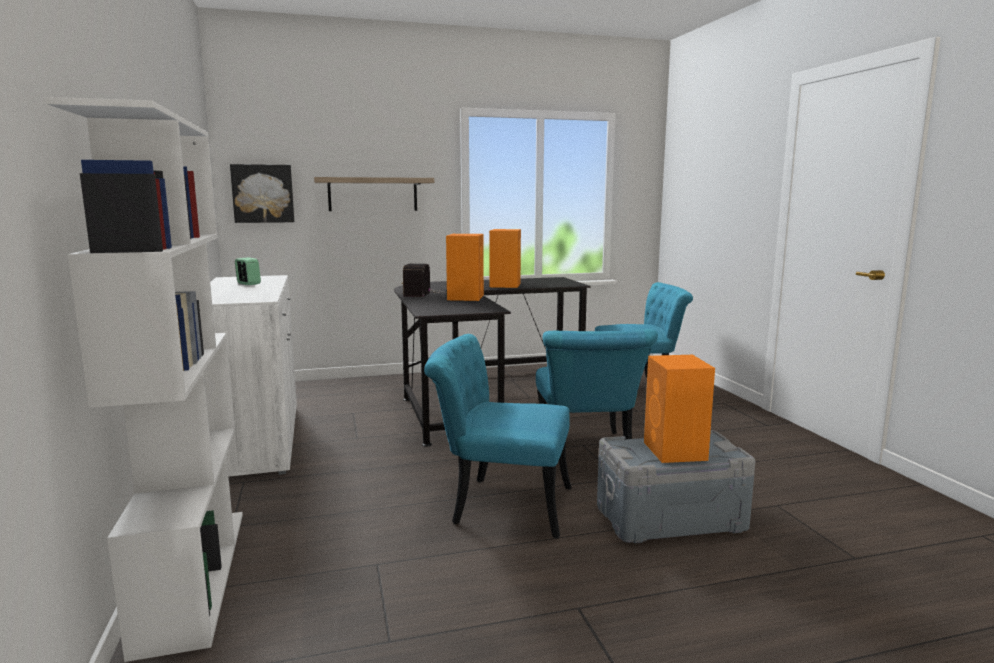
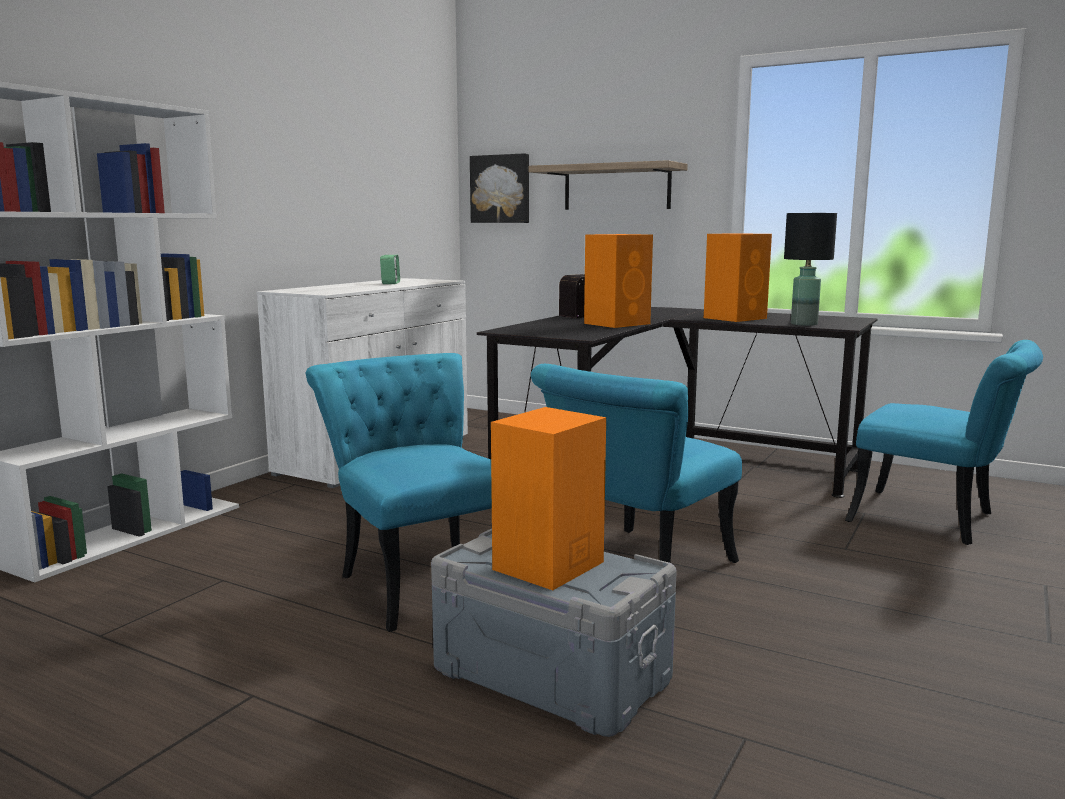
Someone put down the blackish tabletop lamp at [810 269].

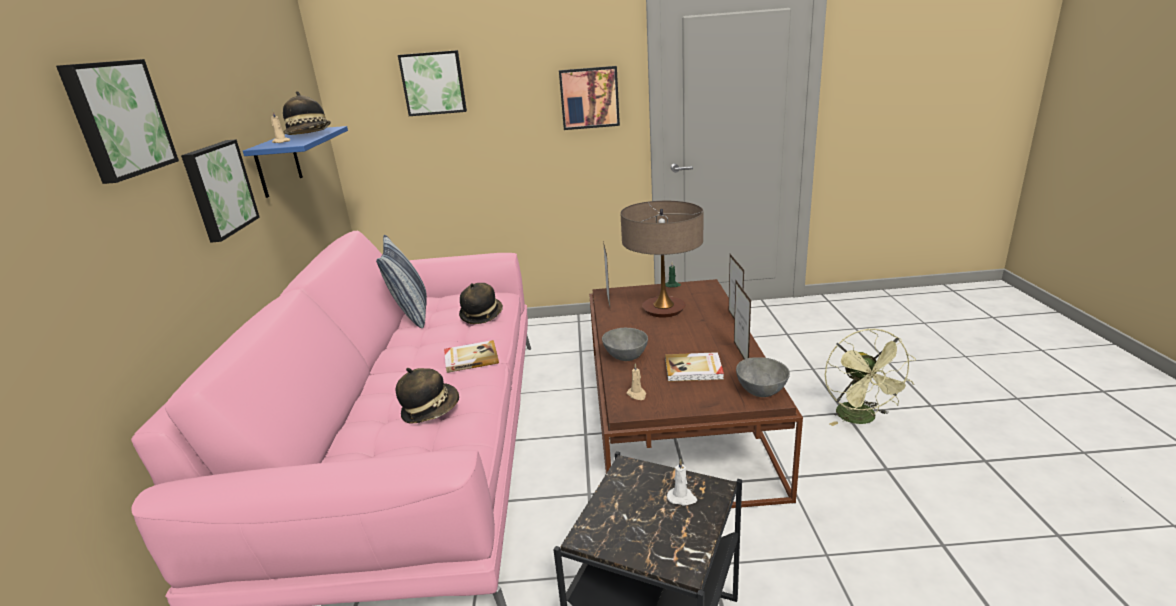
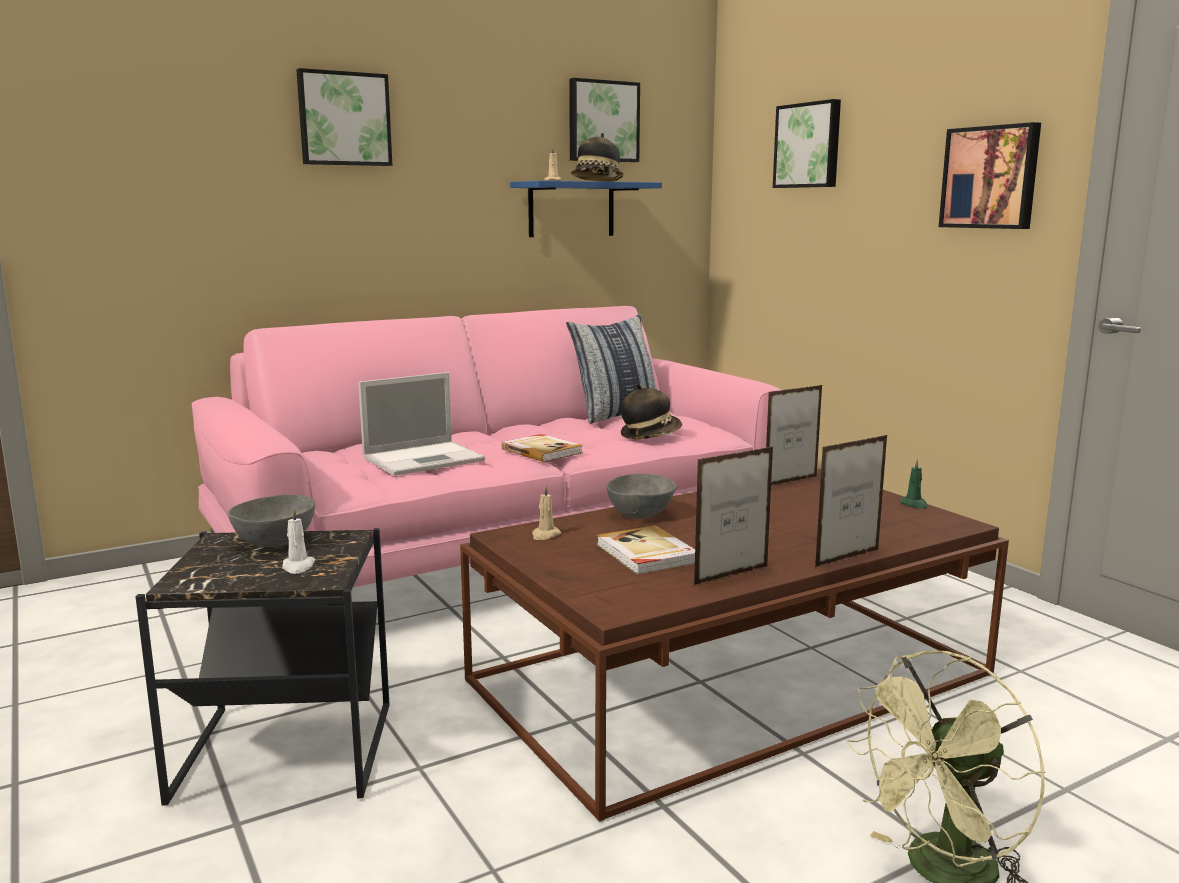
Someone carried the picture from [220 191] to [604 120].
Someone took away the tabletop lamp at [661 259].
Someone carried the greyish serving bowl from [763 377] to [271 520].
Someone swapped the wearable hat at [427 396] for the laptop at [421 424].

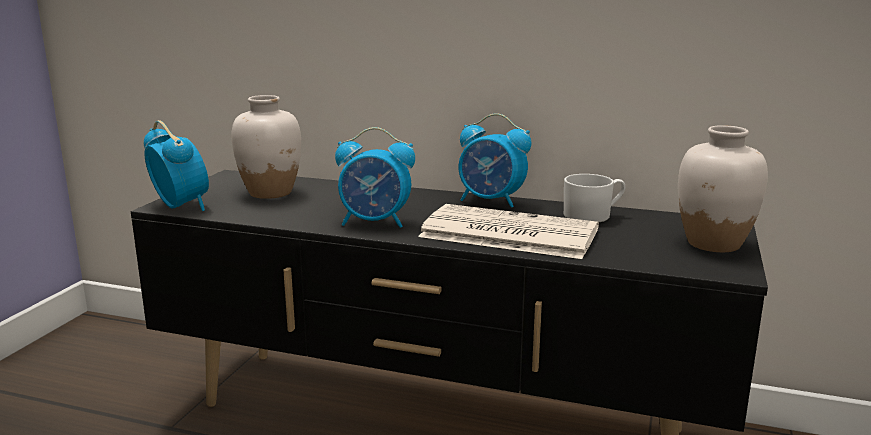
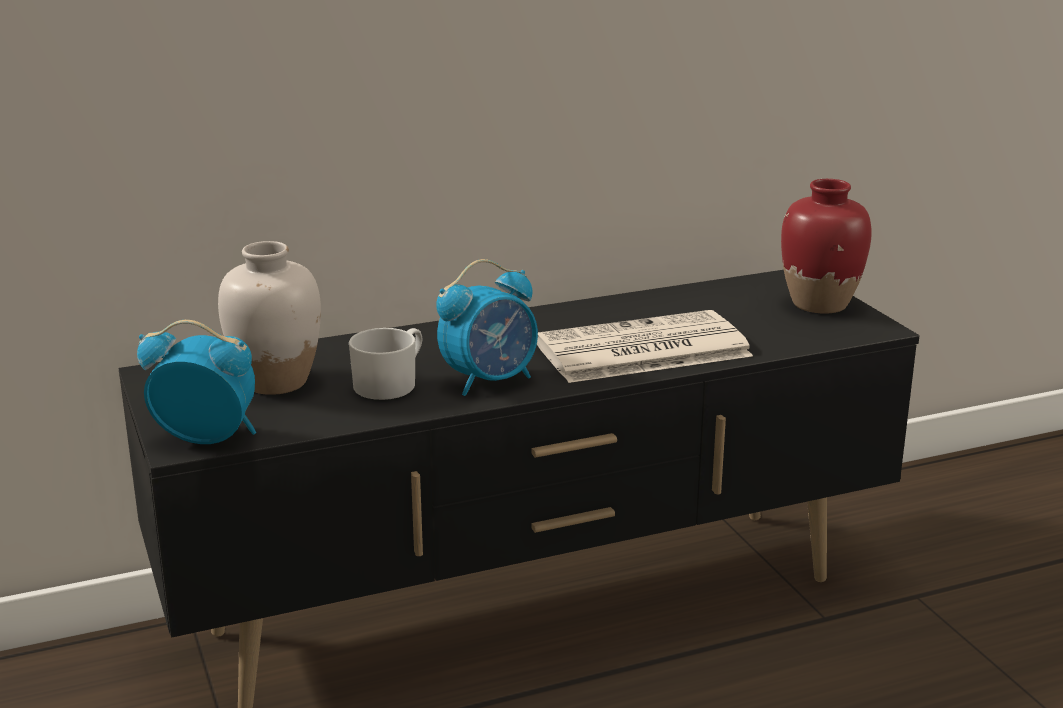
Someone took away the bedside clock at [495 160].
Someone repainted the white-coloured flower vase at [723 188], which became the red flower vase at [826 246].
Someone carried the white-coloured tea mug from [594 198] to [385 364].

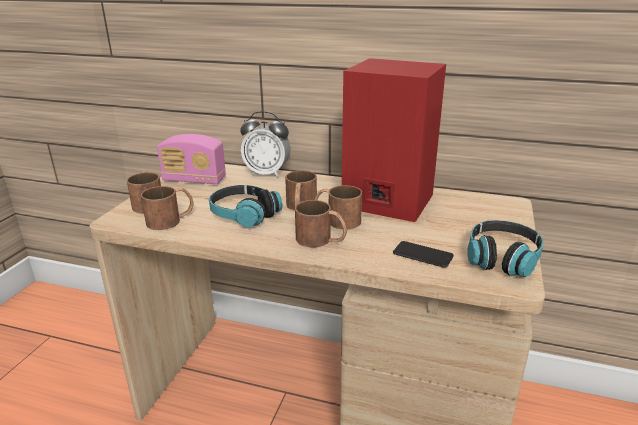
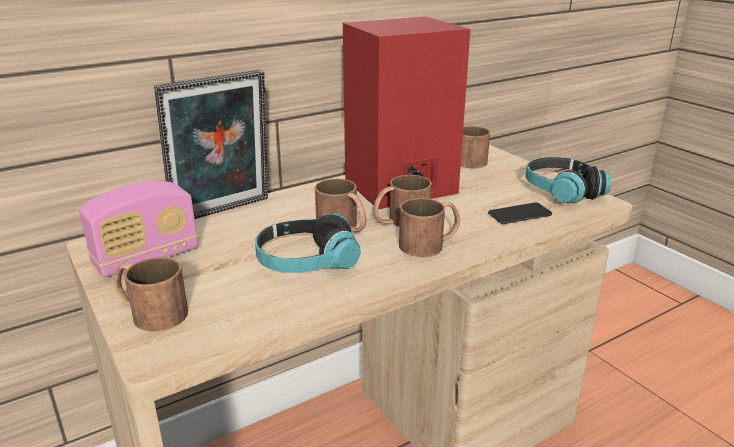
Someone swapped the bedside clock at [265 144] for the standing frame at [211 144].
Someone carried the brownish tea mug from [167 208] to [475 147].

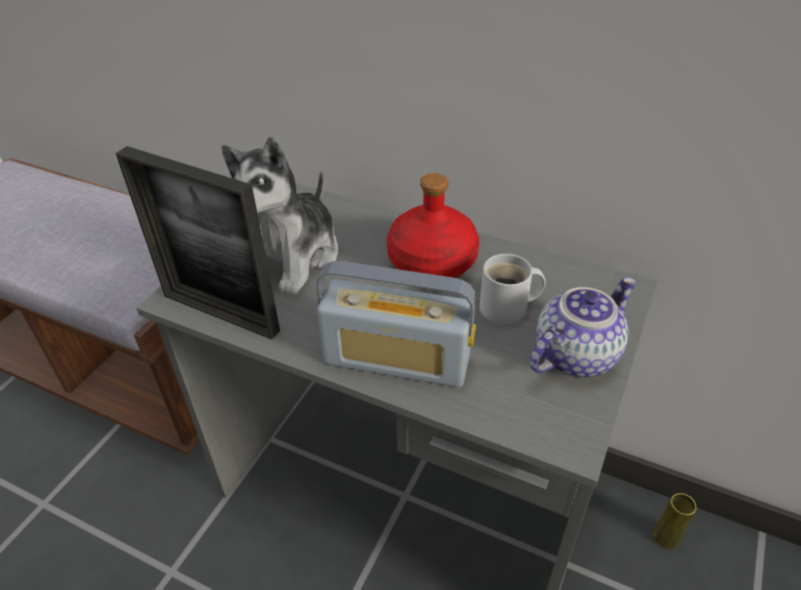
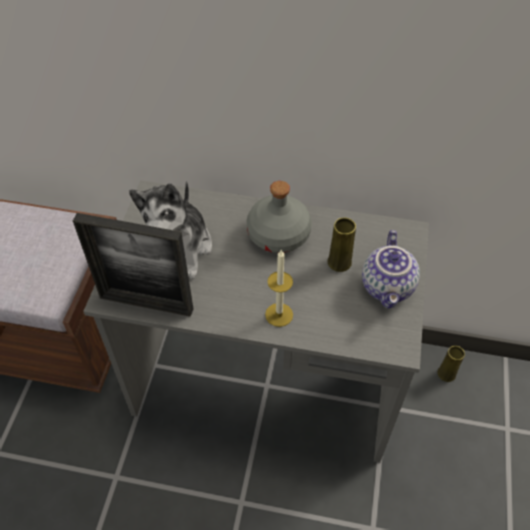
Someone repainted the red drink bottle at [433 225], which became the greyish drink bottle at [279 217].
Someone swapped the white-coloured tea mug at [513 289] for the yellow flower vase at [342 244].
Someone swapped the radio at [396 324] for the candle at [279 288].
Someone rotated the teapot at [583 327] by 150 degrees clockwise.

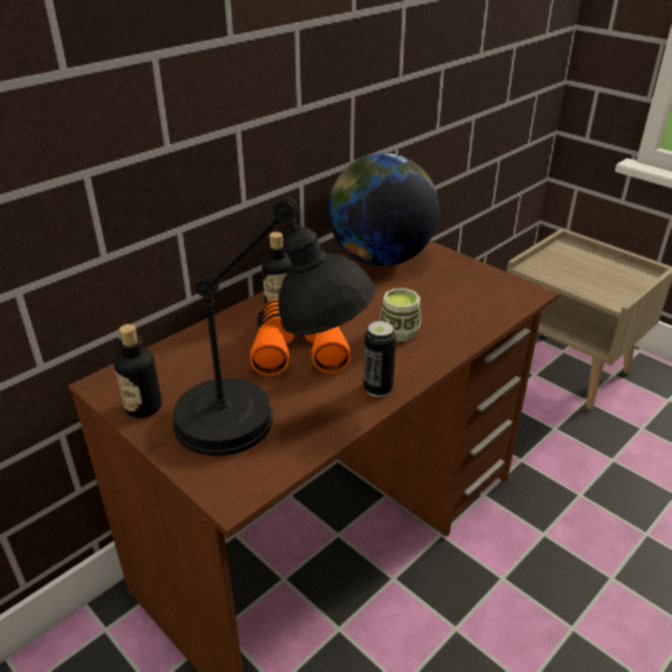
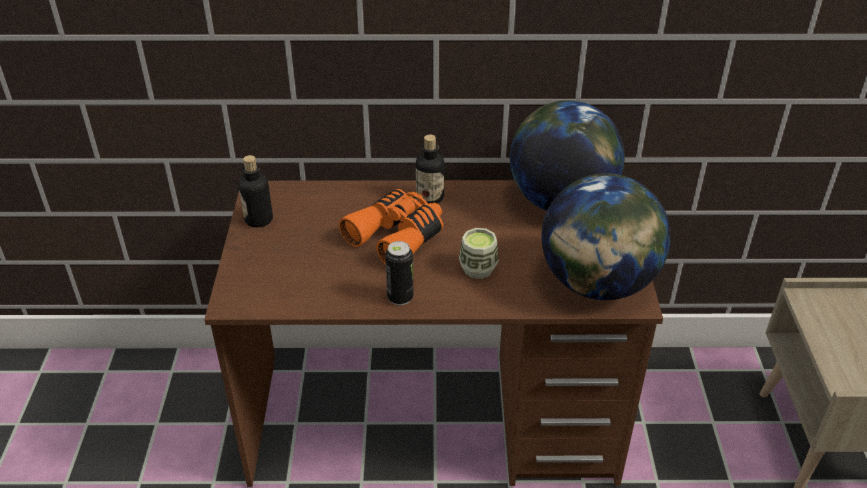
Someone took away the blackish tabletop lamp at [274 326].
Someone put down the desk globe at [606 236].

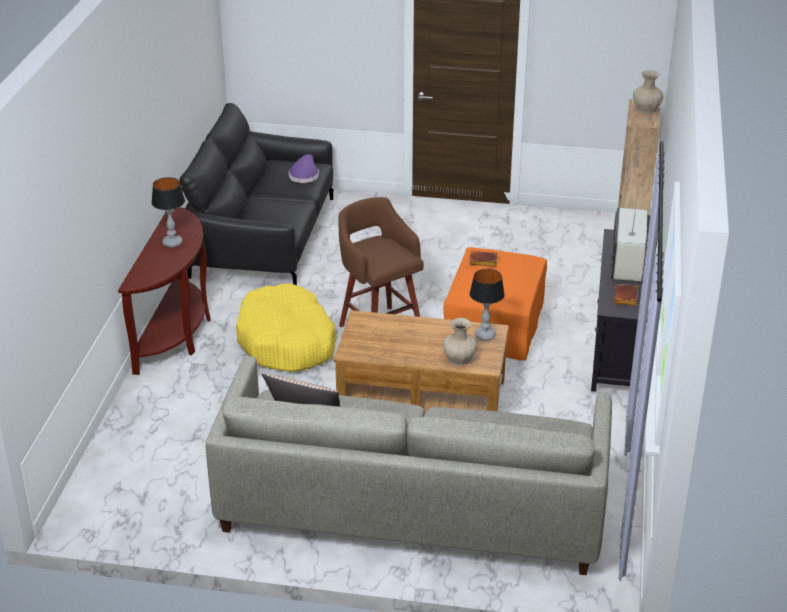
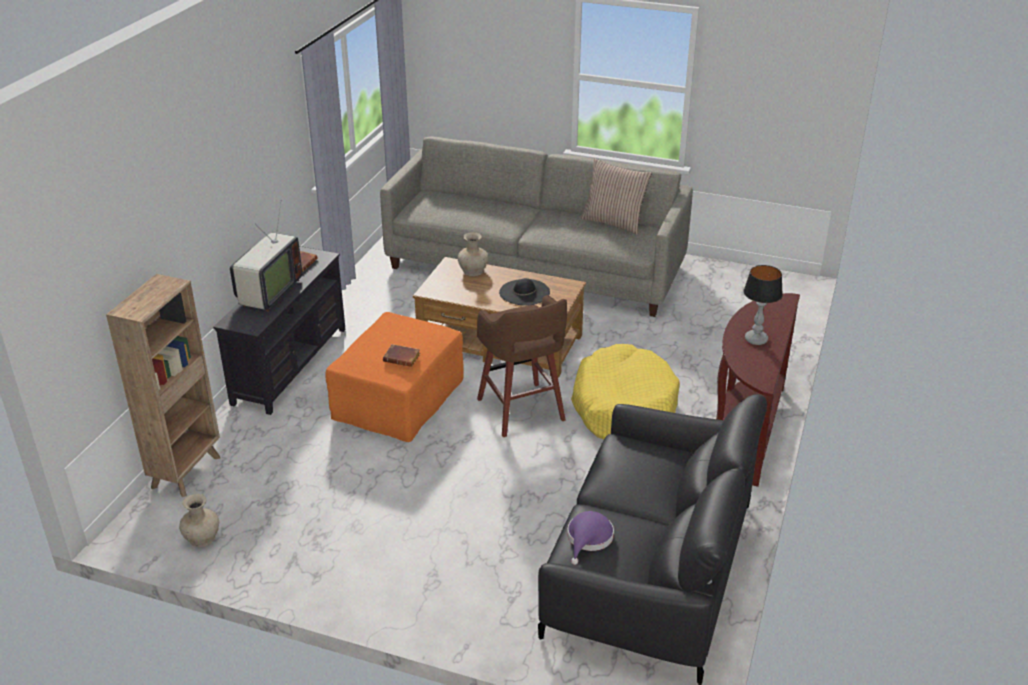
Someone carried the sand-coloured flower vase from [648 92] to [199 520].
Someone took away the tabletop lamp at [487 305].
Someone put down the blackish wearable hat at [524 292].

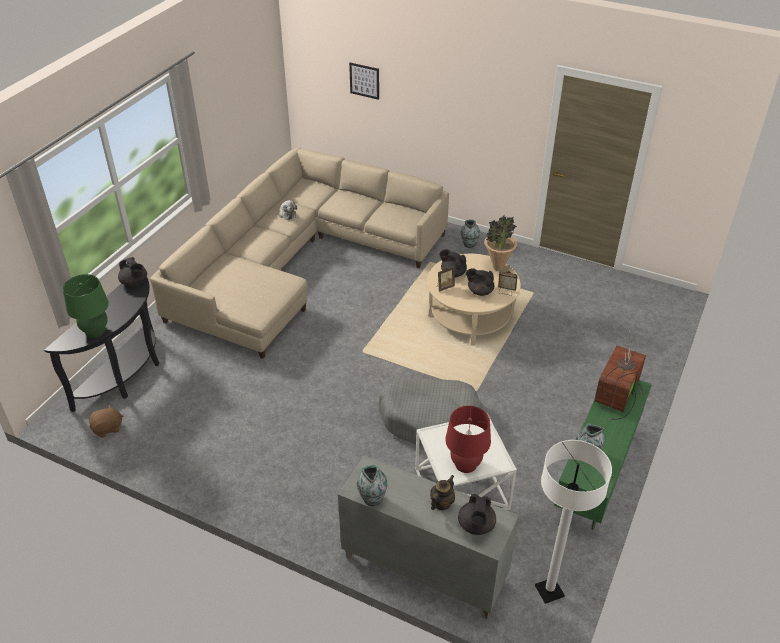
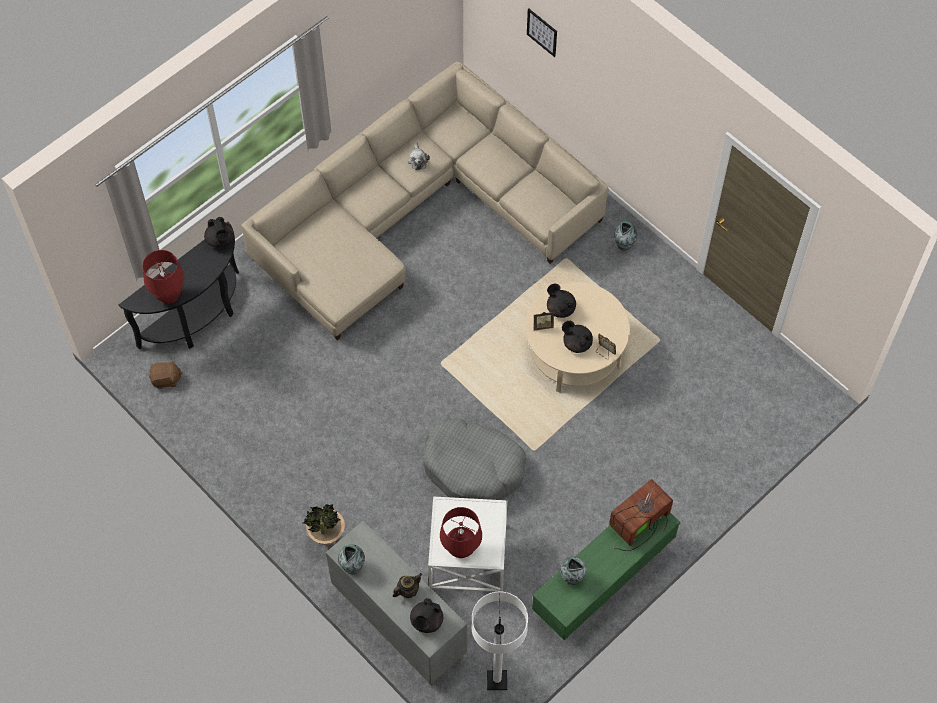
Someone carried the houseplant from [500 243] to [324 525].
Someone repainted the green-coloured tabletop lamp at [86 306], which became the red tabletop lamp at [163 277].

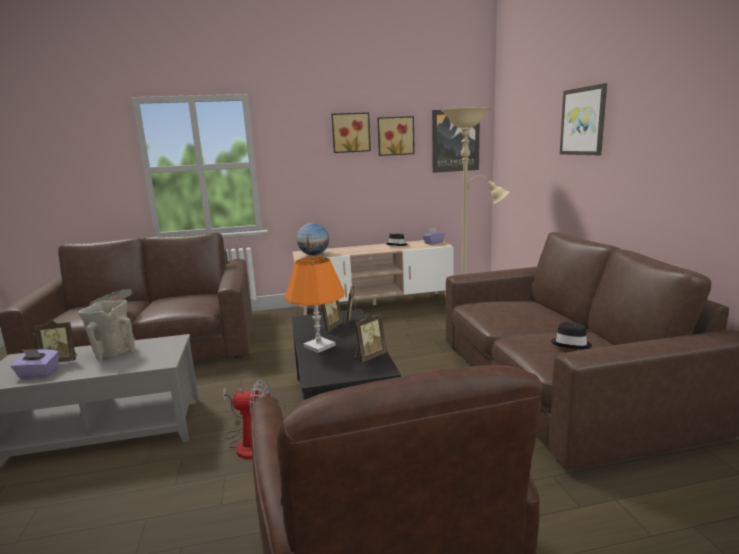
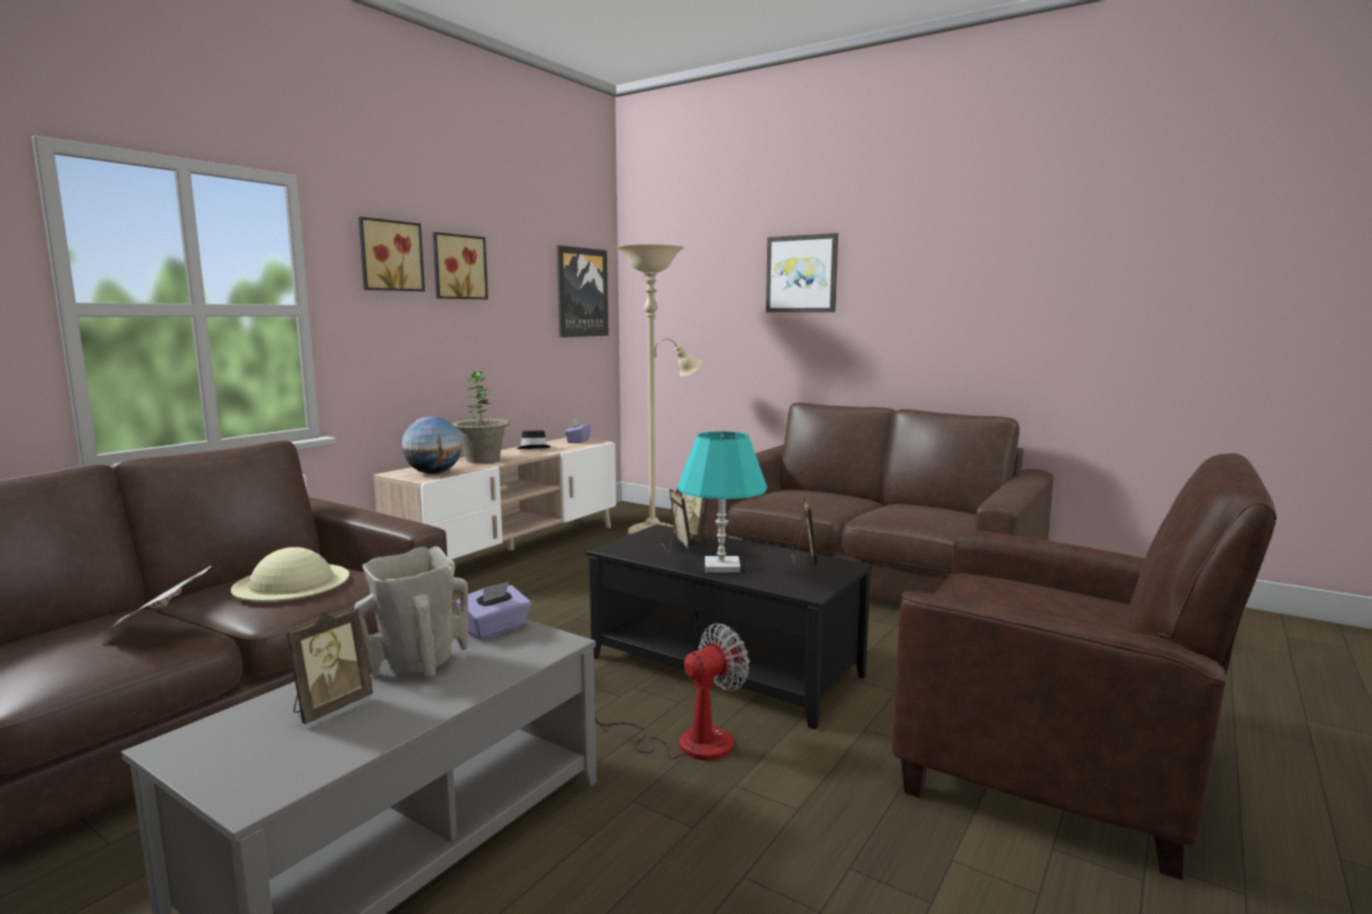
Someone carried the picture from [396 136] to [391 254].
Someone repainted the orange-coloured tabletop lamp at [315 305], which became the turquoise tabletop lamp at [722 502].
Someone took away the blackish wearable hat at [571 335].
Someone carried the purple tissue holder from [35 363] to [493 610].
Someone put down the houseplant at [481 417].
Someone put down the sand-coloured wearable hat at [290 574].

